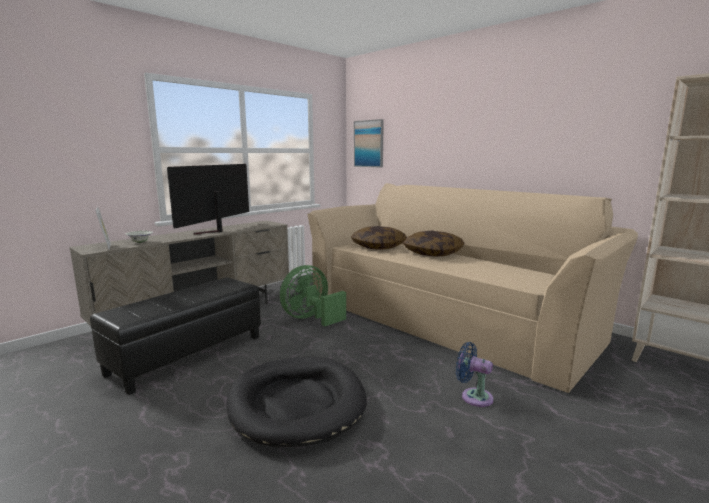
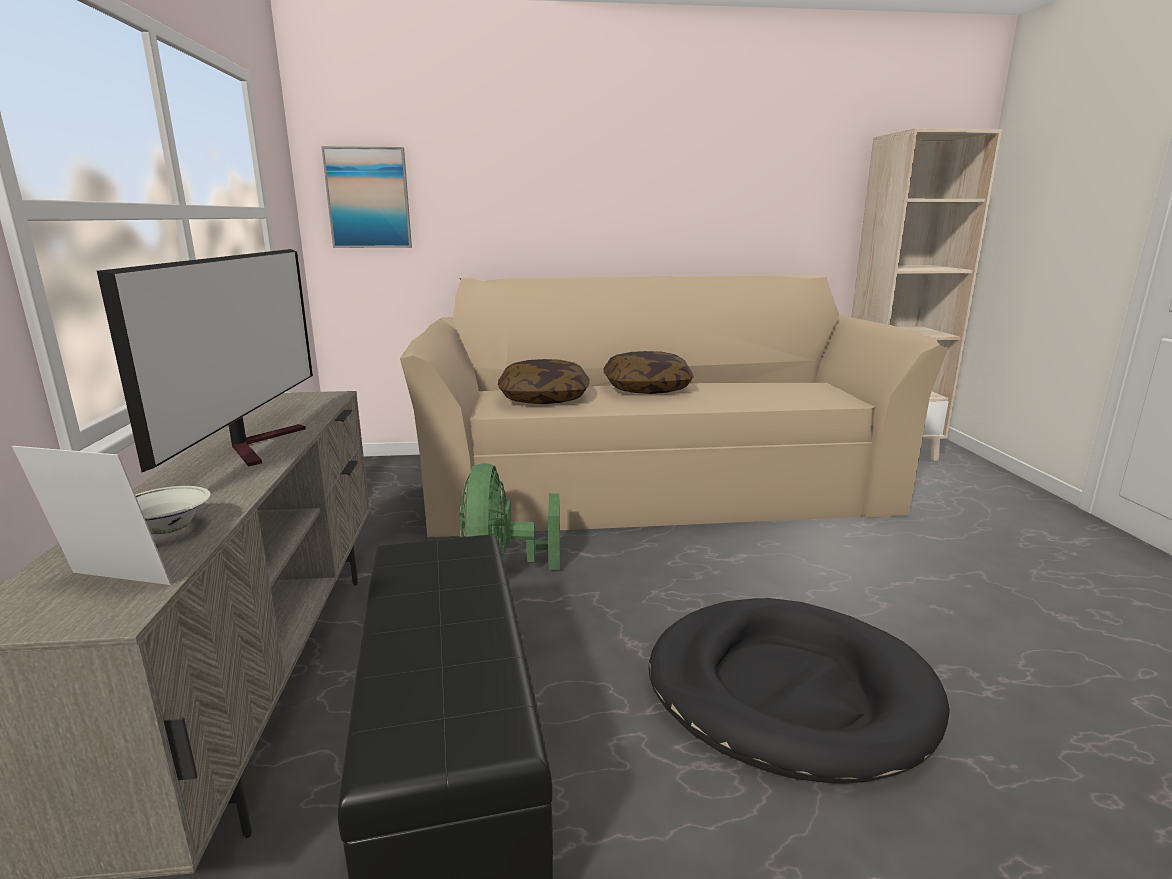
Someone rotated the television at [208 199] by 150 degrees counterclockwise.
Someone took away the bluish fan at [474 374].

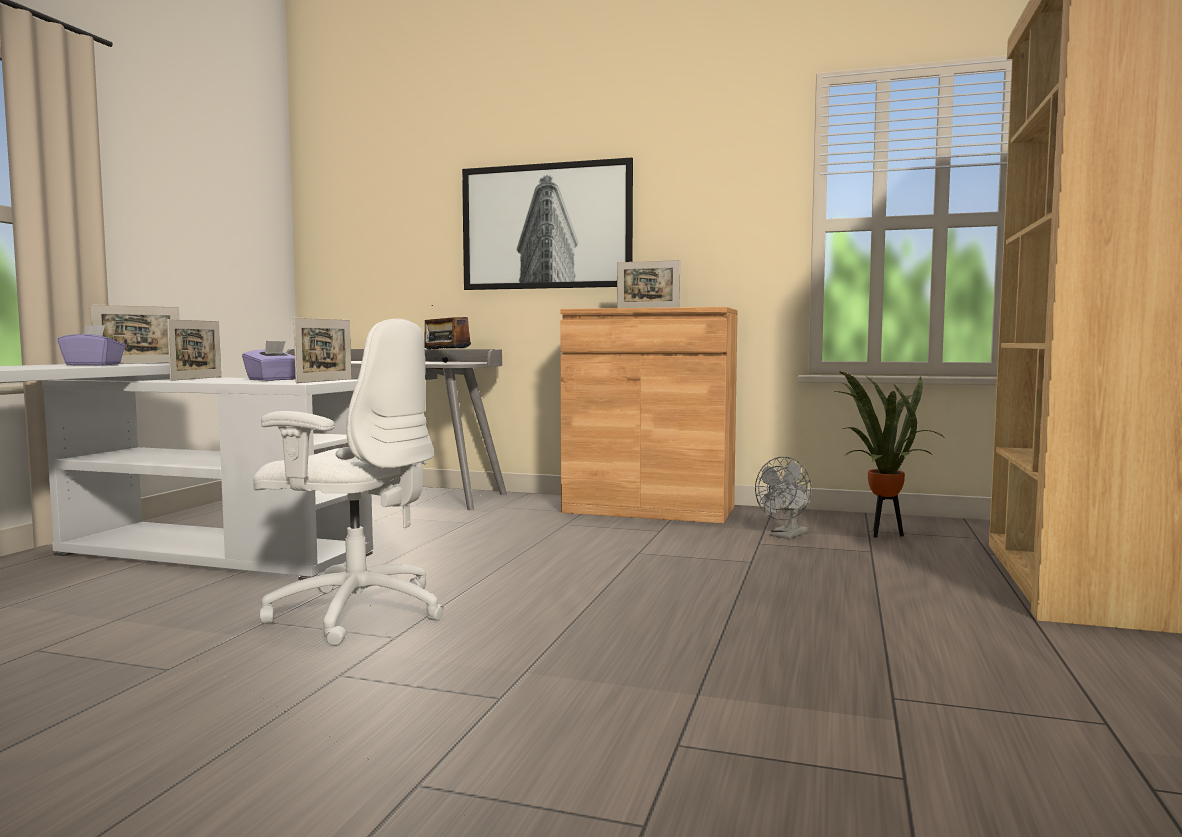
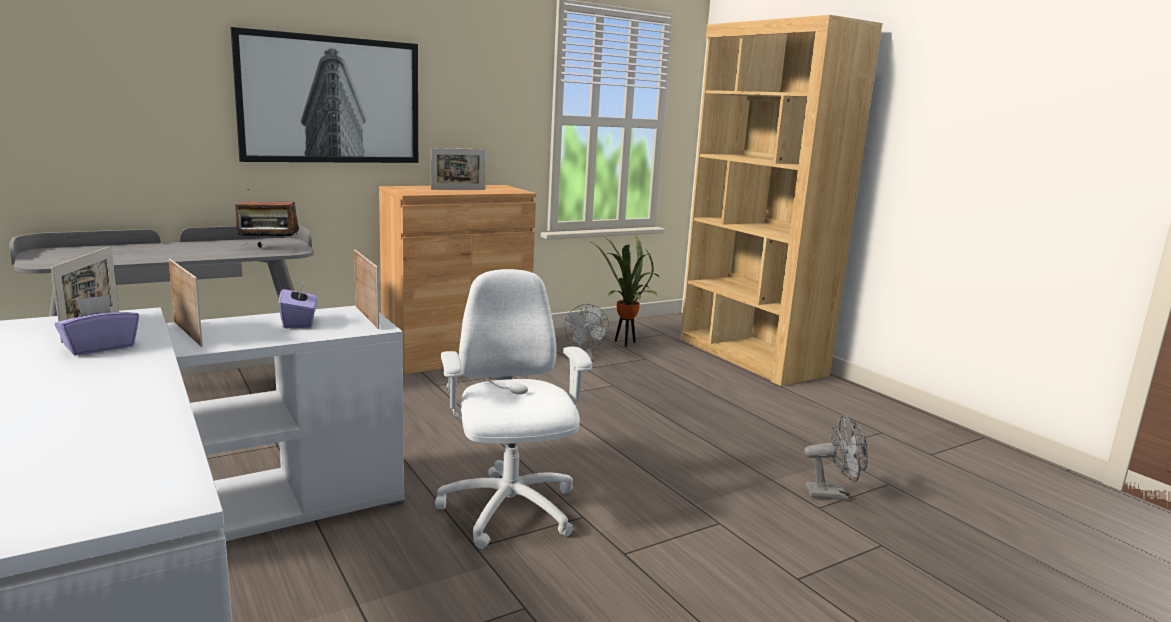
Someone rotated the white-coloured computer chair at [348 482] by 75 degrees counterclockwise.
Someone put down the greyish fan at [836 457].

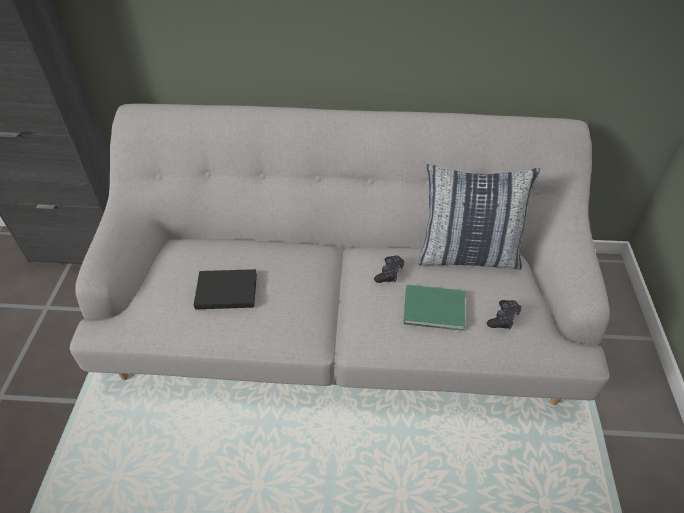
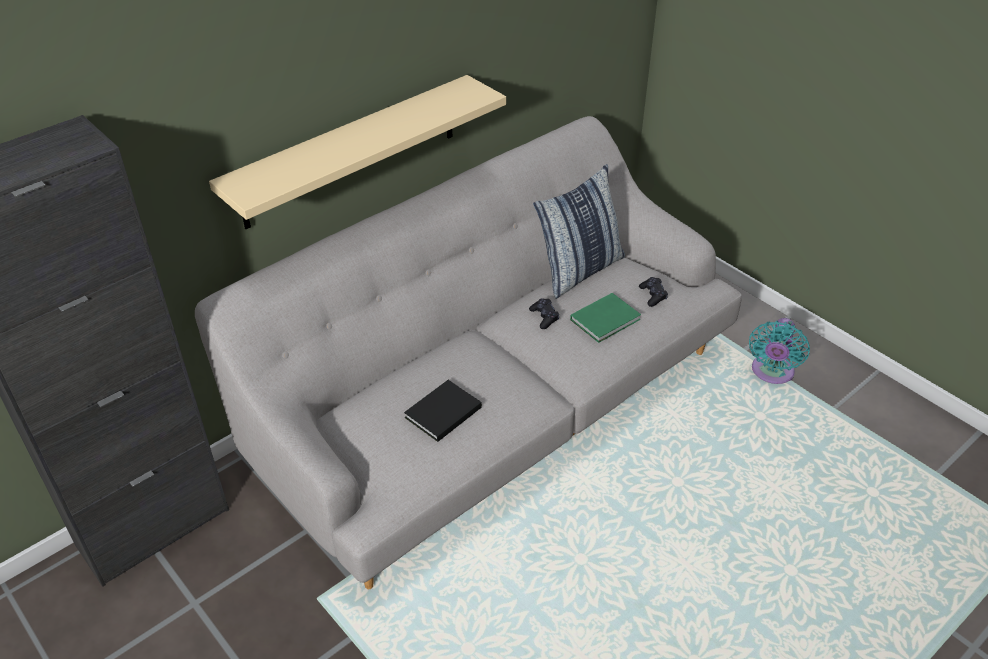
Someone put up the sand-coloured bracket shelf at [357 152].
Someone put down the turquoise fan at [779 351].

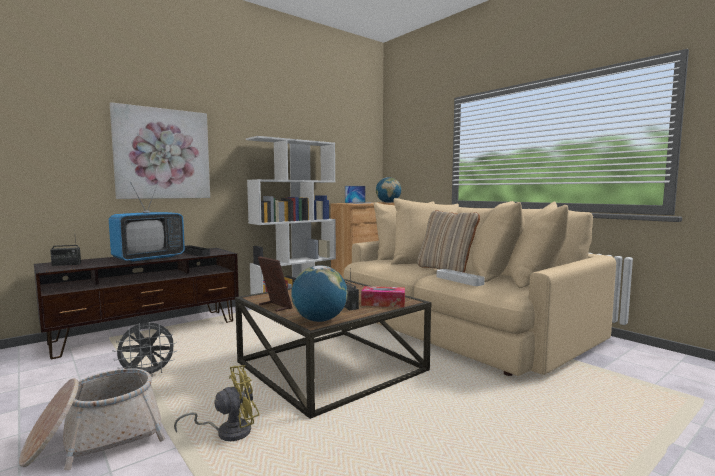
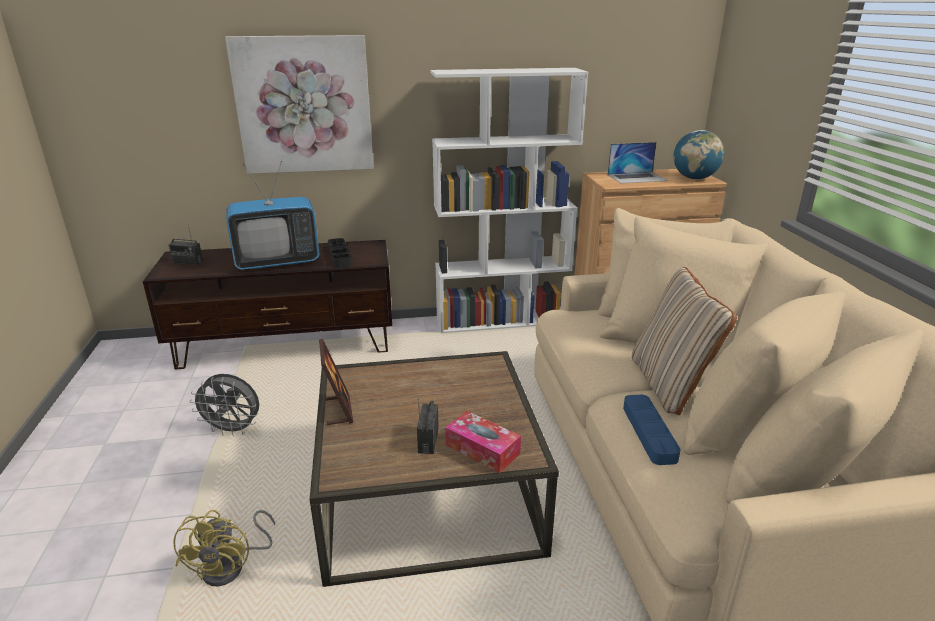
Someone took away the desk globe at [319 293].
Someone repainted the white-coloured carrying tray at [461 277], which became the bluish carrying tray at [652 430].
Someone rotated the yellow fan at [216 403] by 90 degrees clockwise.
Someone took away the basket at [92 419].

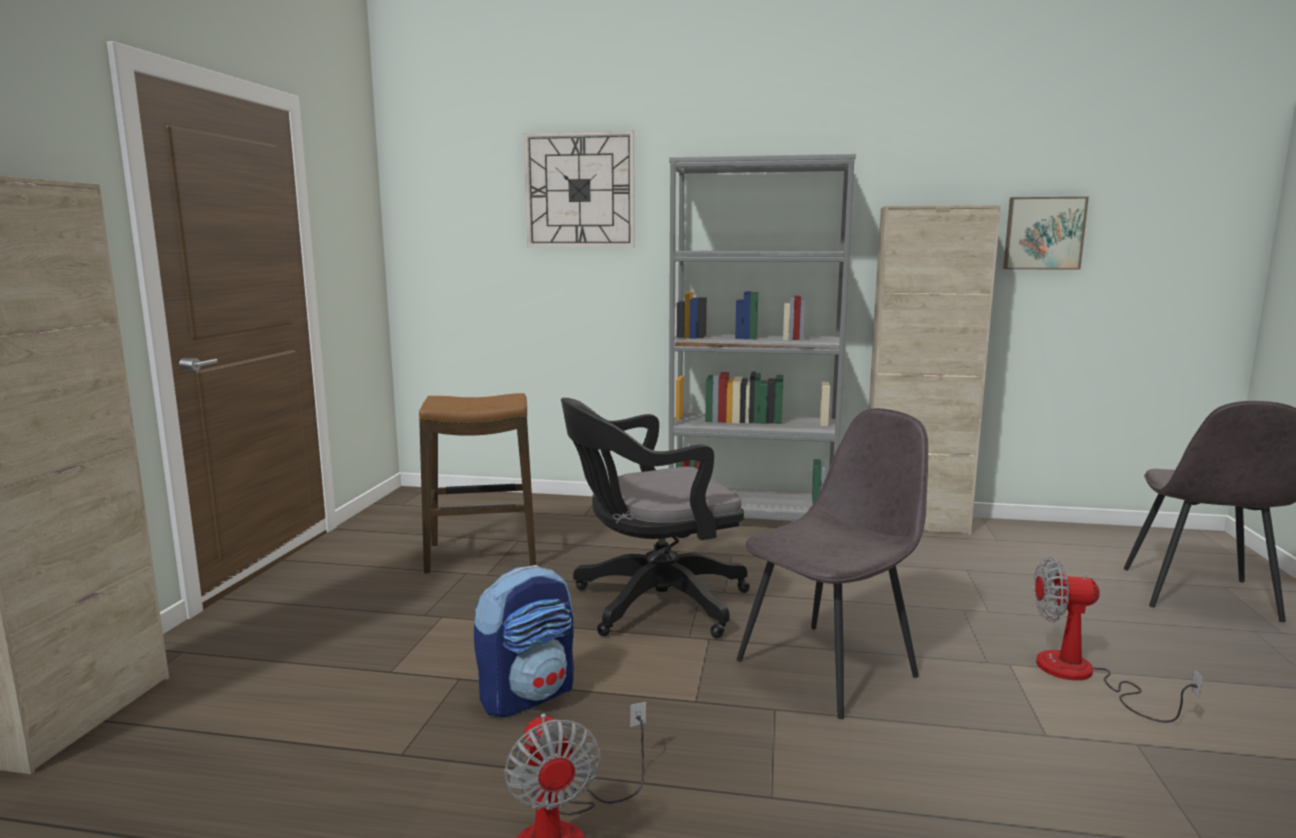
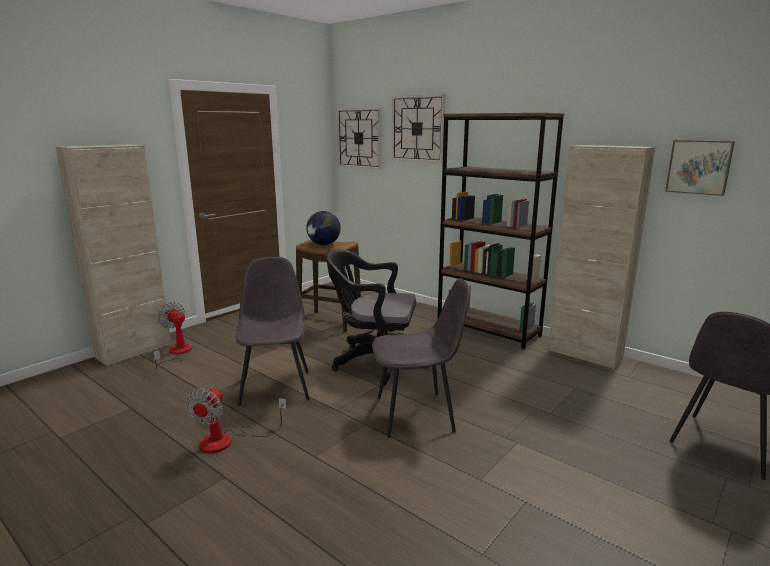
Someone repainted the greyish bookcase at [762 337], which became the brownish bookcase at [501 231].
Someone carried the fan from [1118 640] to [172 336].
Someone swapped the backpack at [524 641] for the greyish chair at [273 331].
Someone put up the wall clock at [359 138].
Someone put down the desk globe at [323 228].

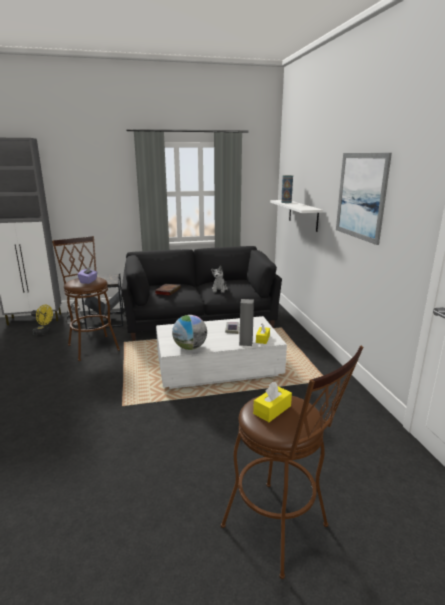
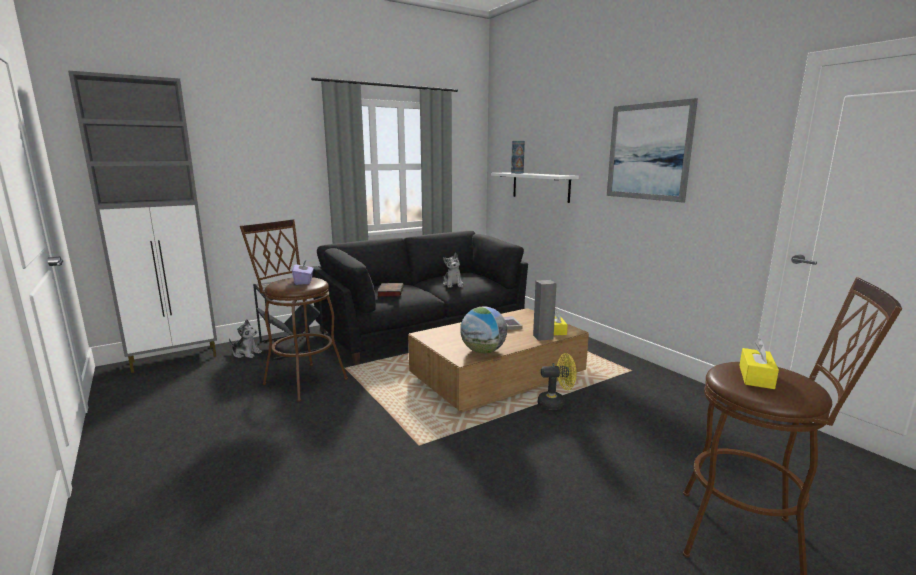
Someone carried the yellow fan from [42 320] to [557 381].
Someone repainted the white-coloured coffee table at [221 352], which became the brownish coffee table at [498 360].

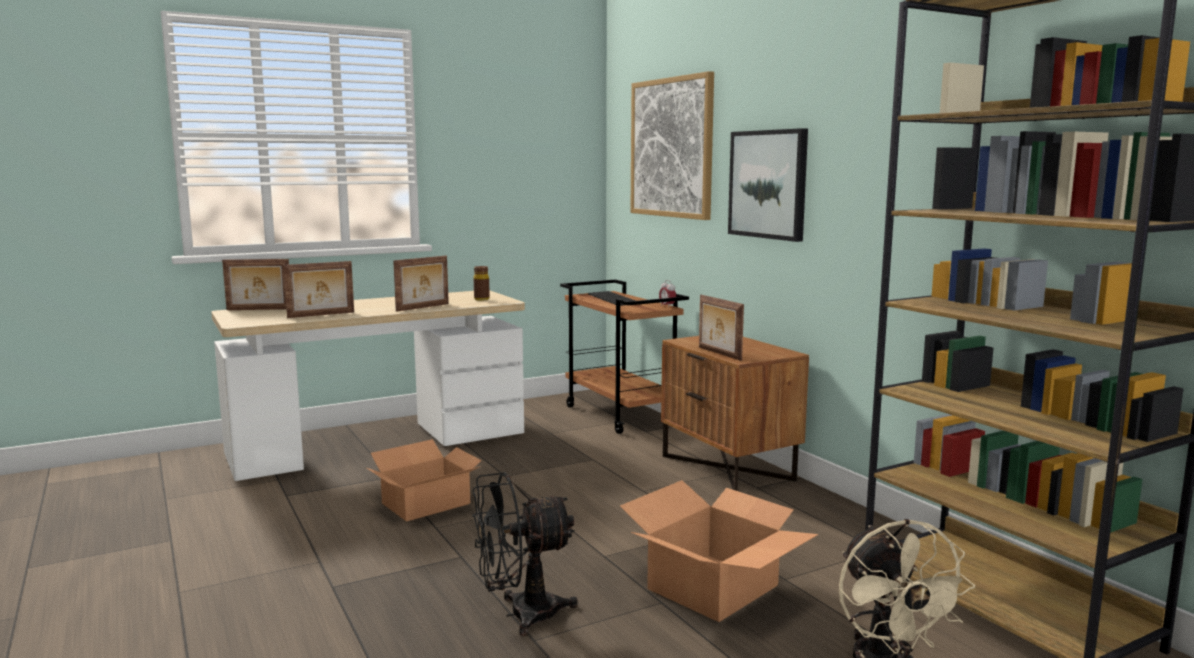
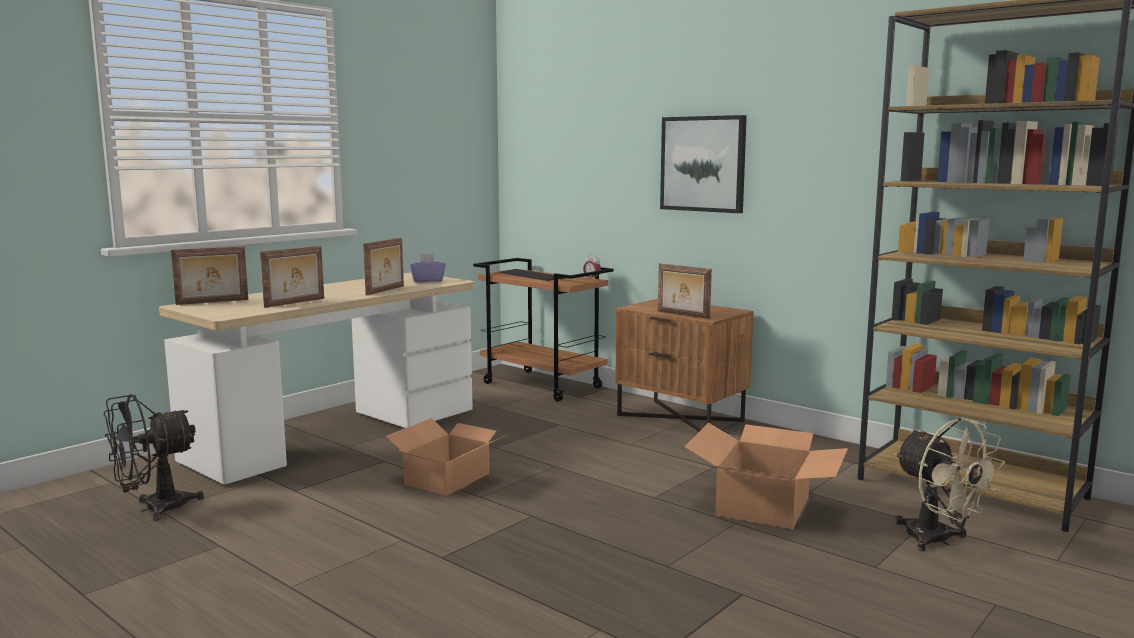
Someone took away the picture at [672 145].
Someone swapped the brownish drink bottle at [482 283] for the purple tissue holder at [427 267].
Someone carried the blackish fan from [525 554] to [154 457].

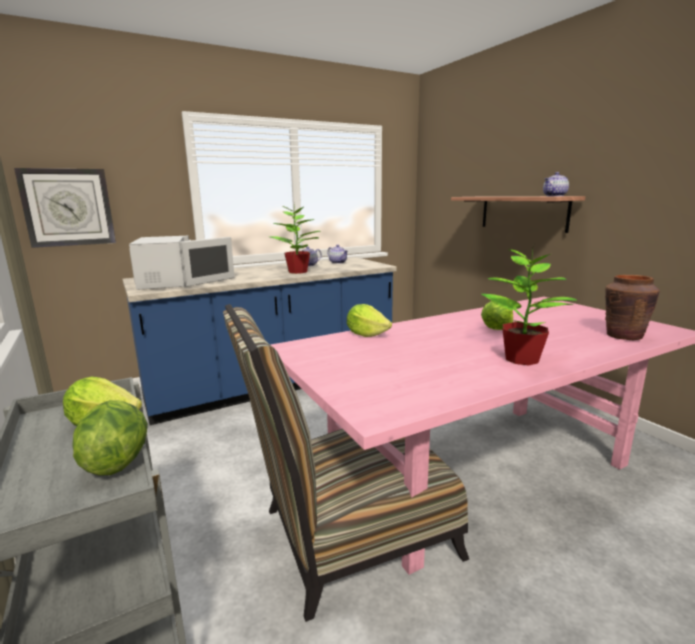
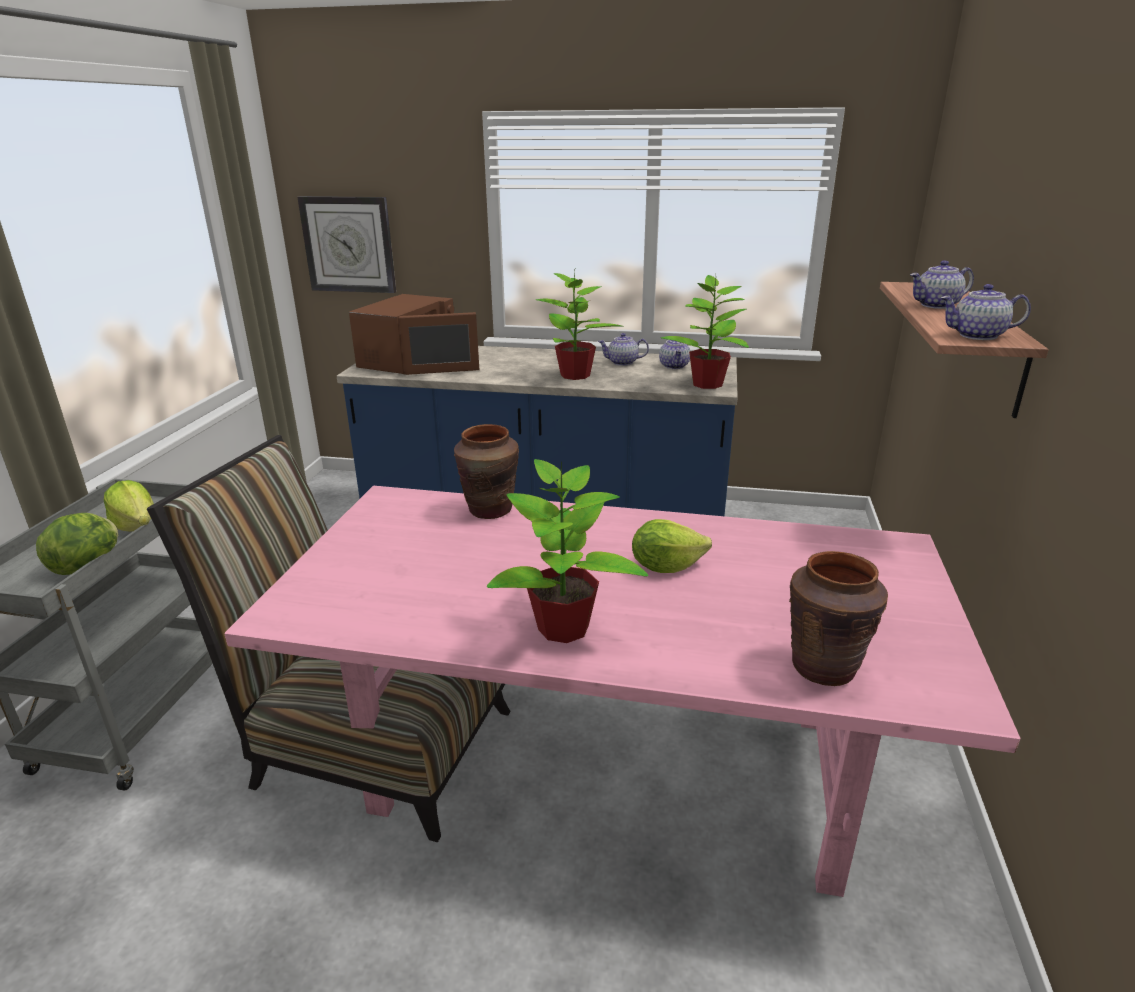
Someone repainted the white-coloured kitchen microwave at [182 263], which became the brownish kitchen microwave at [414 334].
Someone swapped the head of lettuce at [369 320] for the brownish flower vase at [486 471].
Someone put down the teapot at [942 284].
Someone put down the houseplant at [705 332].

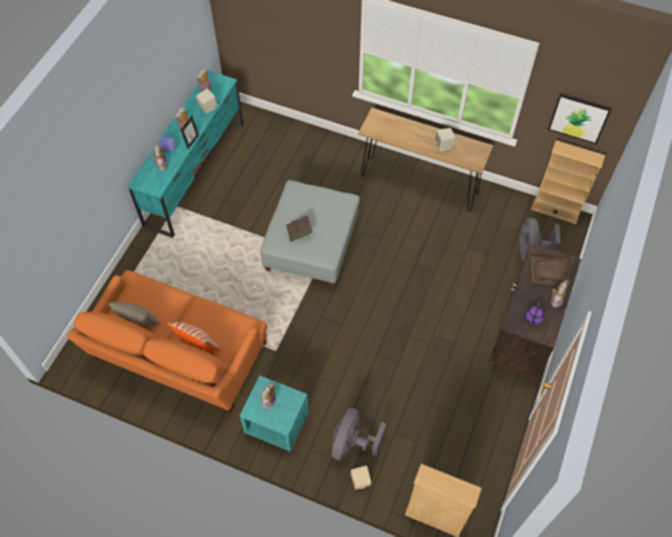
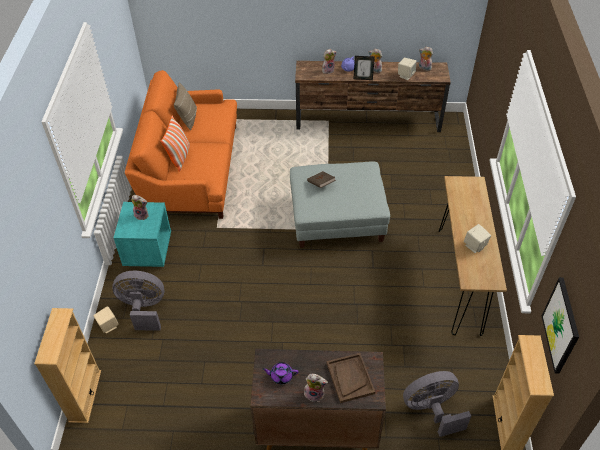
Someone repainted the turquoise media console at [186 154], which became the brownish media console at [373 96].

